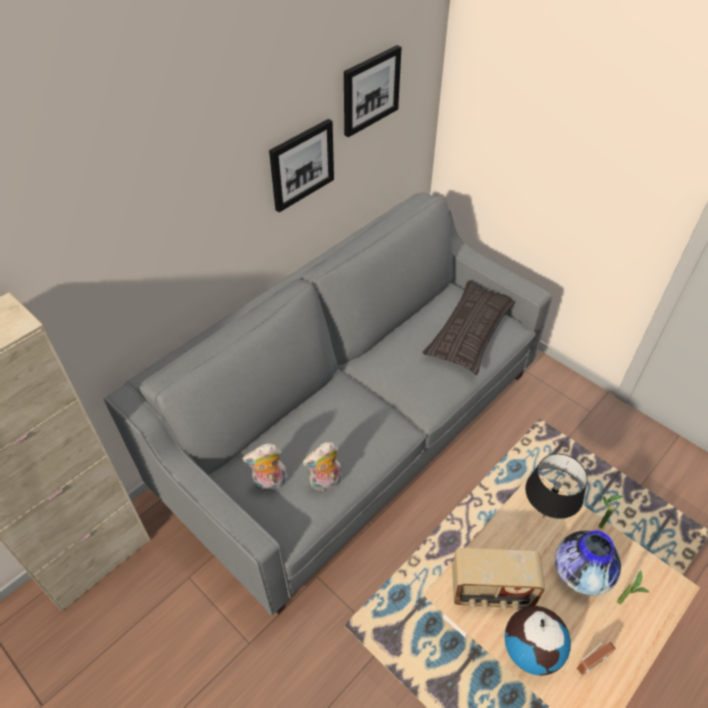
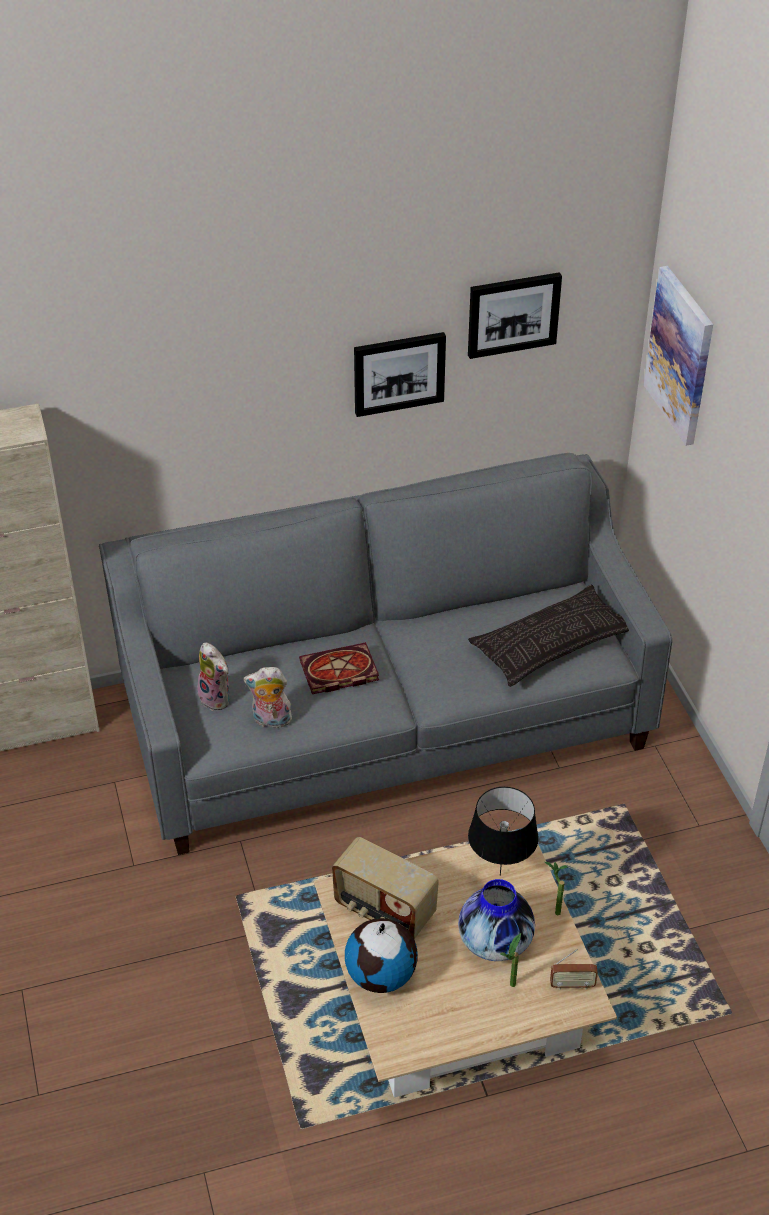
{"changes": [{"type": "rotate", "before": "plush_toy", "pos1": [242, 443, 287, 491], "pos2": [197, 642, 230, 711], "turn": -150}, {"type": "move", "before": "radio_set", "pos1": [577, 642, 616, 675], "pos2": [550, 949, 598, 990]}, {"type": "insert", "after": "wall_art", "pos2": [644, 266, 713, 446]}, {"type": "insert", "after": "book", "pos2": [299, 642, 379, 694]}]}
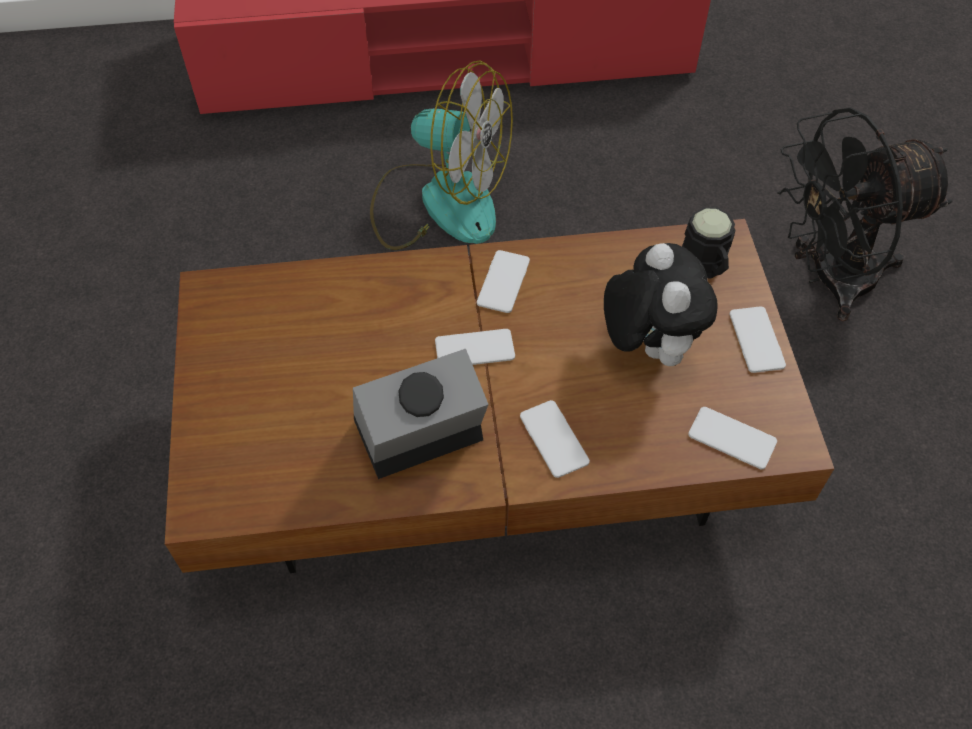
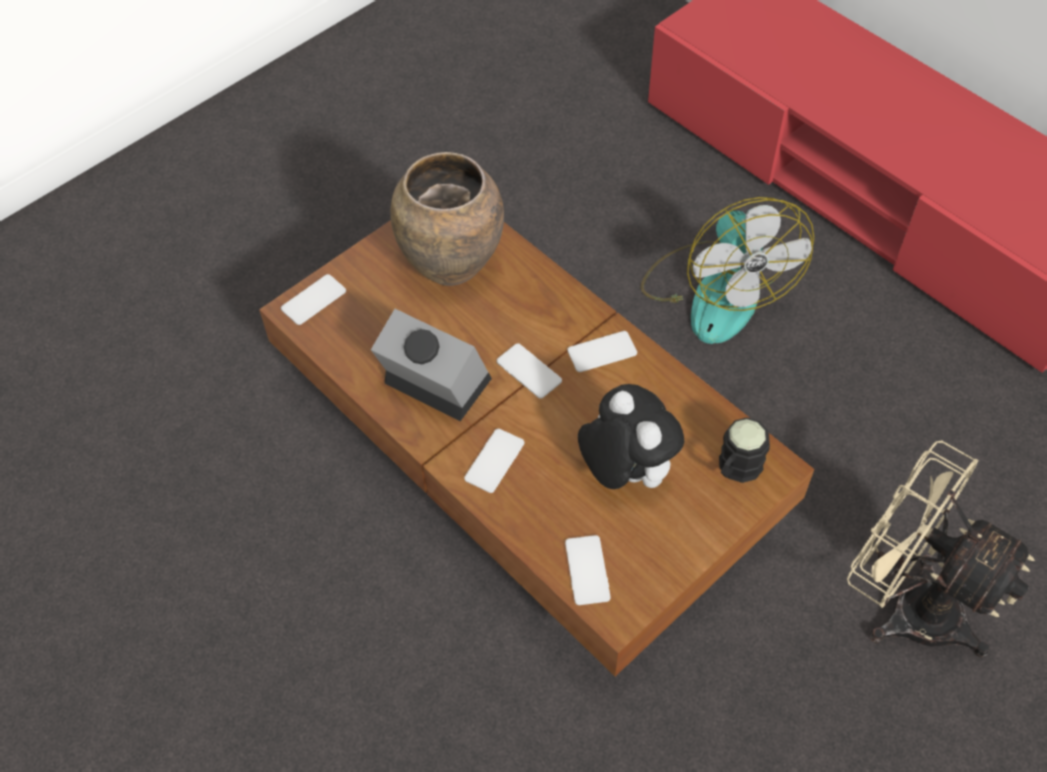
{"changes": [{"type": "recolor", "before": "blackish_cooling_fan", "after": "beige_cooling_fan", "pos1": [777, 108, 952, 321], "pos2": [847, 441, 1035, 657]}, {"type": "rotate", "before": "plush_toy", "pos1": [604, 243, 718, 366], "pos2": [578, 384, 684, 489], "turn": -75}, {"type": "move", "before": "handset", "pos1": [729, 306, 786, 373], "pos2": [281, 274, 346, 325]}, {"type": "insert", "after": "brown-coloured_decorative_vase", "pos2": [390, 152, 504, 286]}]}
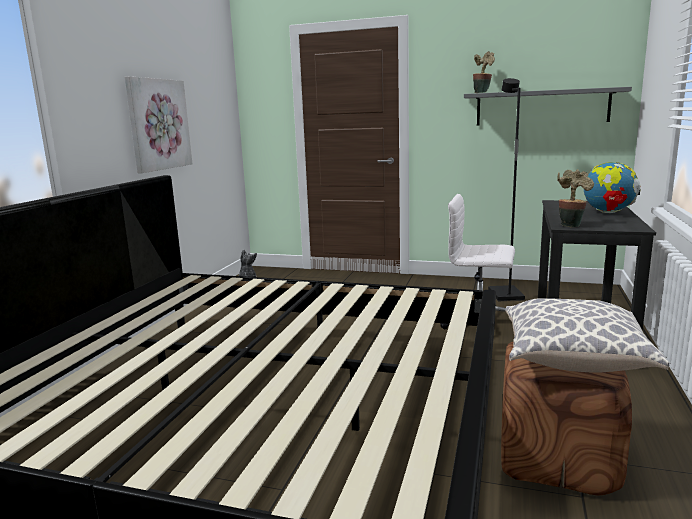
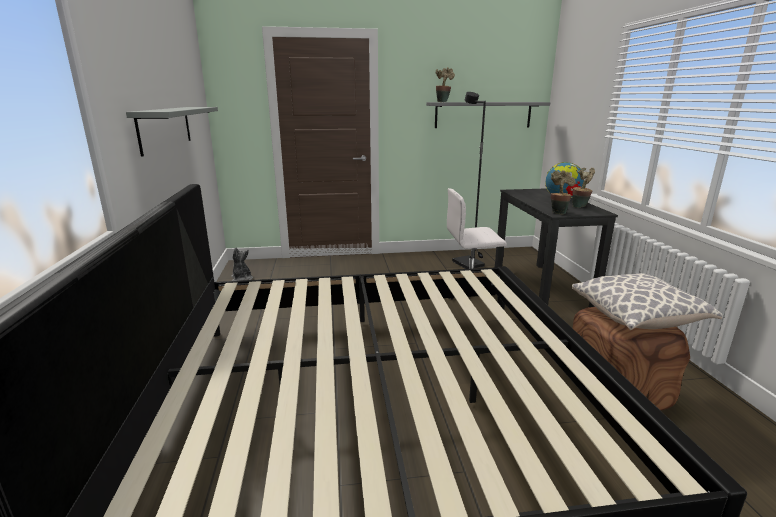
{"changes": [{"type": "replace", "before": "wall_art", "after": "greyish_bracket_shelf", "pos1": [125, 76, 192, 173], "pos2": [126, 107, 218, 157]}, {"type": "insert", "after": "houseplant", "pos2": [572, 168, 595, 208]}]}
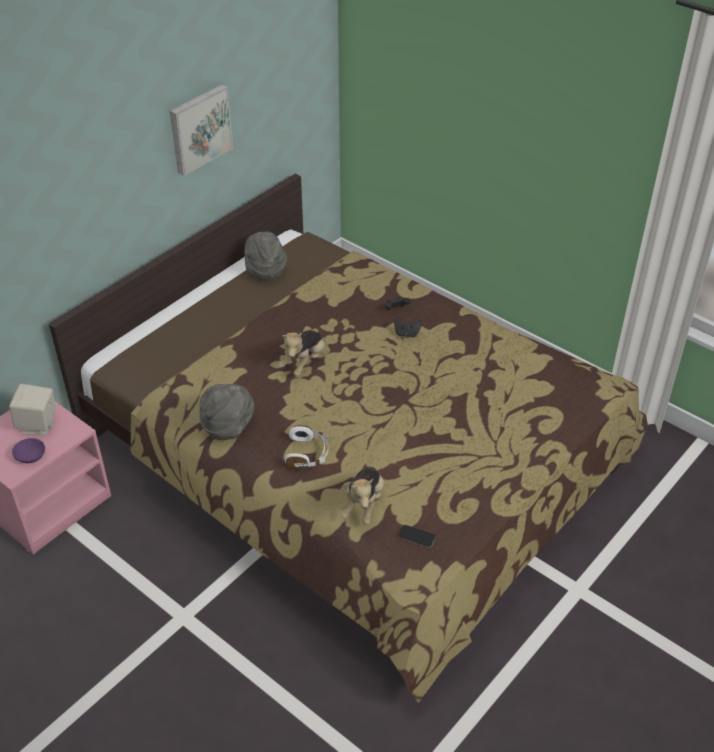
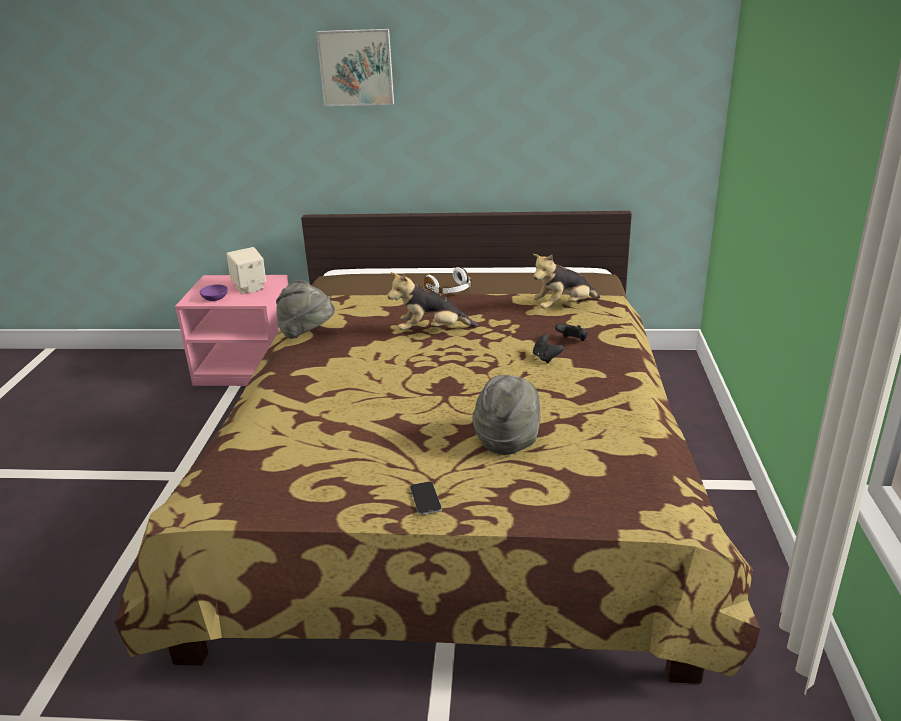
{"changes": [{"type": "move", "before": "wall_art", "pos1": [170, 84, 233, 176], "pos2": [316, 29, 394, 106]}, {"type": "move", "before": "greyish_hat", "pos1": [245, 231, 287, 282], "pos2": [472, 375, 541, 455]}, {"type": "move", "before": "white_pair_of_headphones", "pos1": [285, 425, 328, 470], "pos2": [424, 267, 472, 294]}, {"type": "move", "before": "plush_toy", "pos1": [341, 467, 384, 525], "pos2": [533, 254, 600, 309]}, {"type": "move", "before": "handset", "pos1": [398, 525, 436, 548], "pos2": [410, 482, 442, 515]}]}
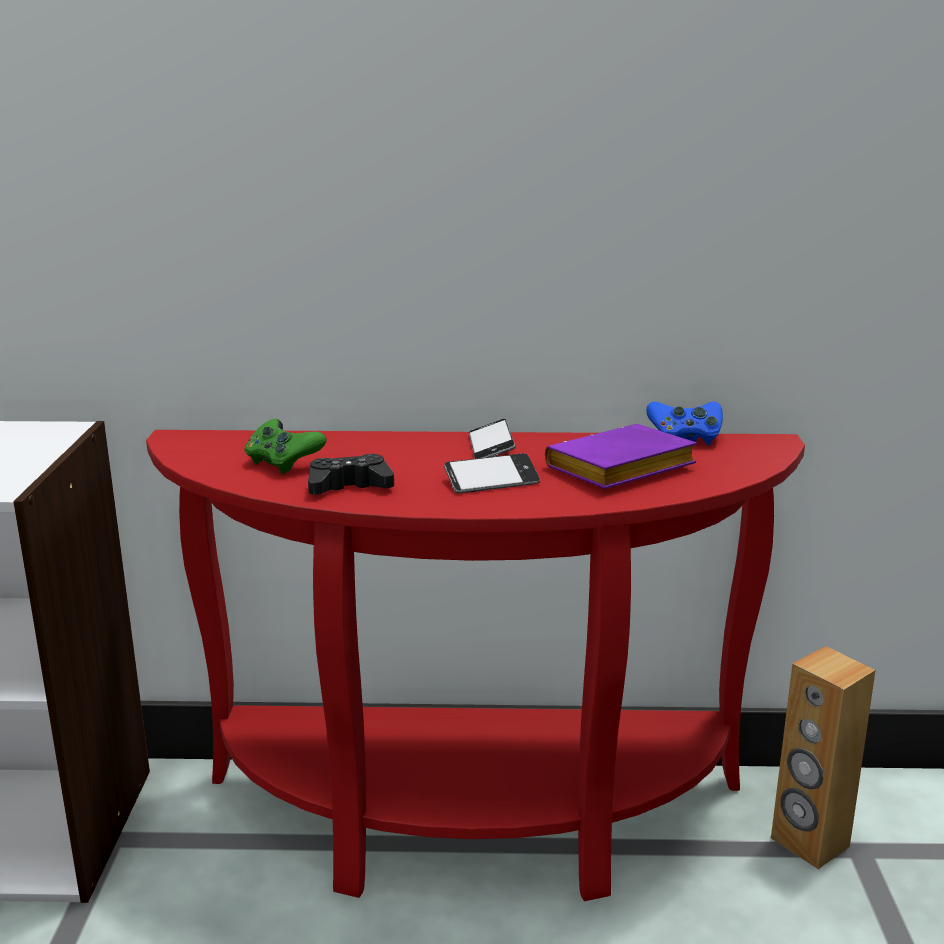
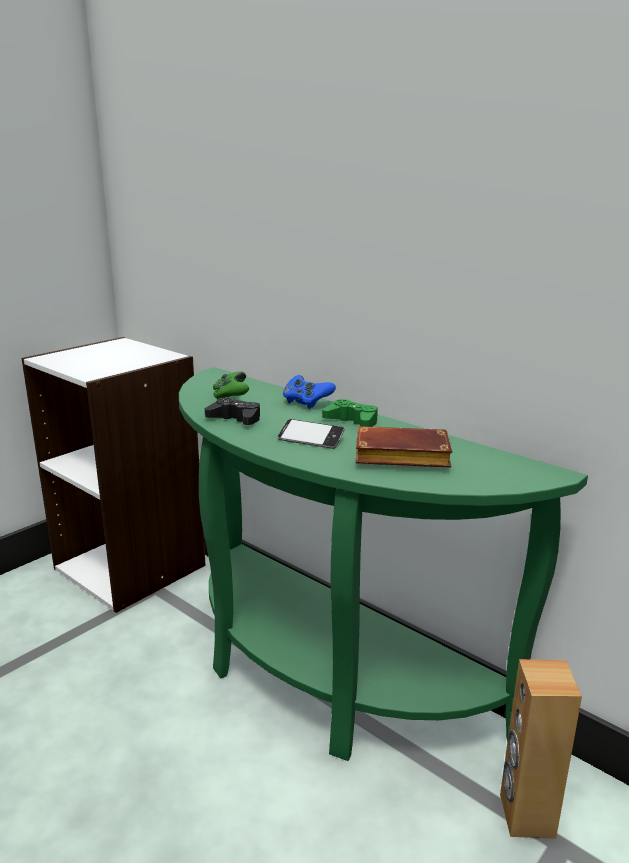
{"changes": [{"type": "move", "before": "blue_joypad", "pos1": [646, 401, 723, 445], "pos2": [283, 375, 336, 409]}, {"type": "replace", "before": "handset", "after": "green_joypad", "pos1": [469, 419, 516, 459], "pos2": [322, 399, 378, 427]}, {"type": "recolor", "before": "purple_book", "after": "brown-coloured_book", "pos1": [545, 424, 697, 489], "pos2": [355, 426, 453, 468]}, {"type": "recolor", "before": "red_console_table", "after": "green_console_table", "pos1": [146, 430, 805, 901], "pos2": [179, 367, 588, 761]}]}
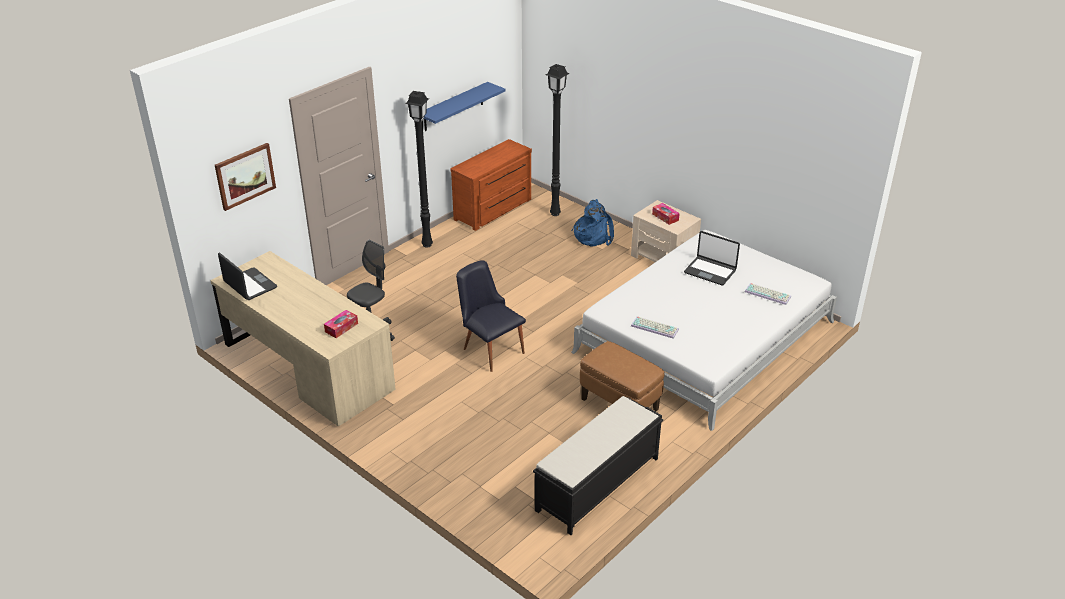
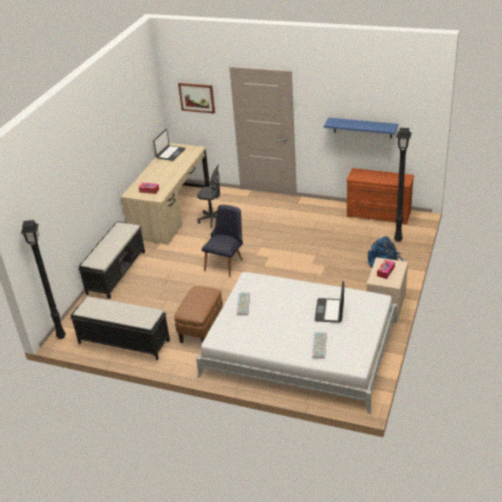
{"changes": [{"type": "move", "before": "blackish_floor_lamp", "pos1": [405, 91, 433, 248], "pos2": [21, 220, 66, 339]}, {"type": "insert", "after": "blackish_indoor_bench", "pos2": [78, 221, 145, 299]}]}
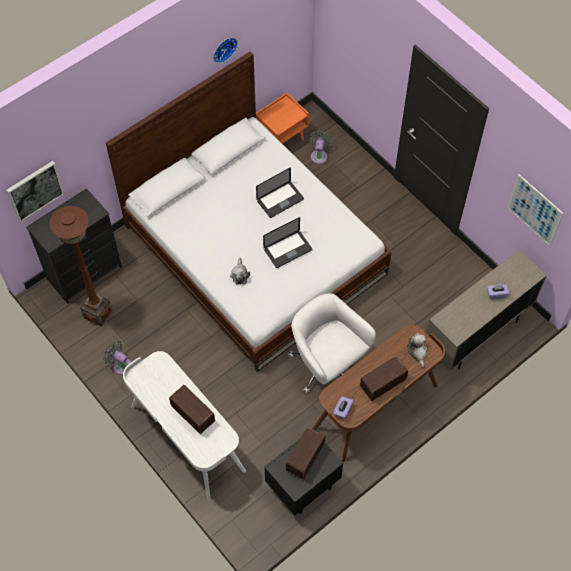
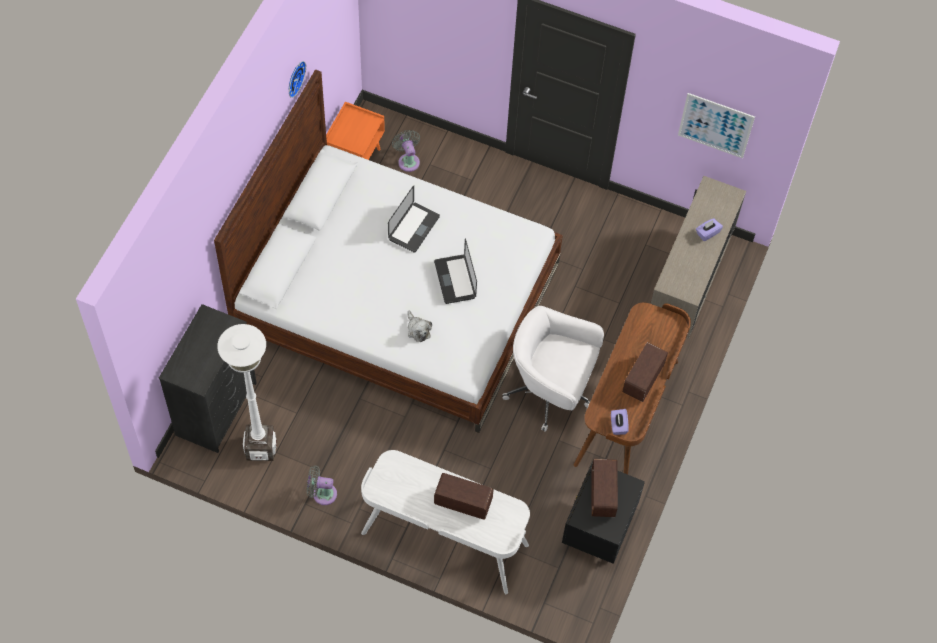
{"changes": [{"type": "delete", "before": "wall_art", "pos1": [6, 161, 64, 222]}, {"type": "recolor", "before": "brown-coloured_floor_lamp", "after": "white_floor_lamp", "pos1": [49, 206, 112, 326], "pos2": [217, 324, 277, 461]}, {"type": "rotate", "before": "laptop", "pos1": [263, 217, 312, 268], "pos2": [434, 239, 477, 304], "turn": 135}, {"type": "delete", "before": "plush_toy", "pos1": [407, 333, 427, 368]}]}
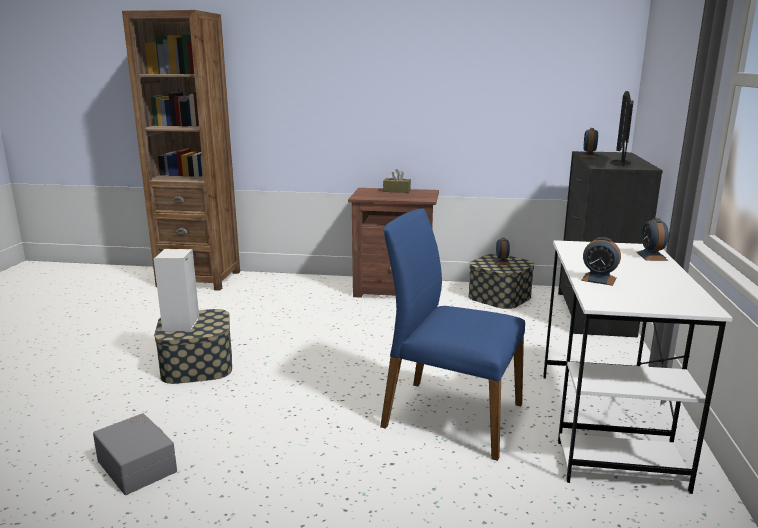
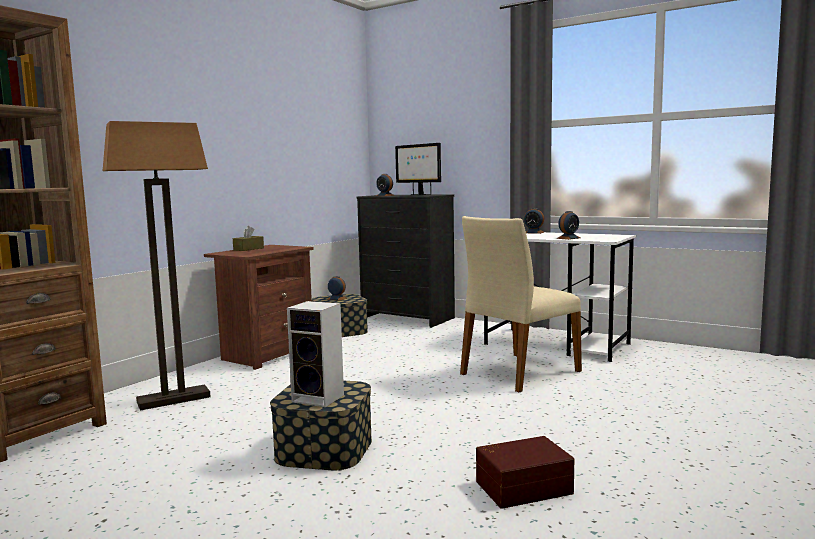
{"changes": [{"type": "recolor", "before": "blue_upright_chair", "after": "beige_upright_chair", "pos1": [380, 209, 525, 461], "pos2": [460, 216, 582, 392]}, {"type": "recolor", "before": "greyish_storage_container", "after": "brown-coloured_storage_container", "pos1": [93, 413, 177, 495], "pos2": [476, 436, 574, 509]}, {"type": "insert", "after": "floor_lamp", "pos2": [103, 121, 211, 410]}]}
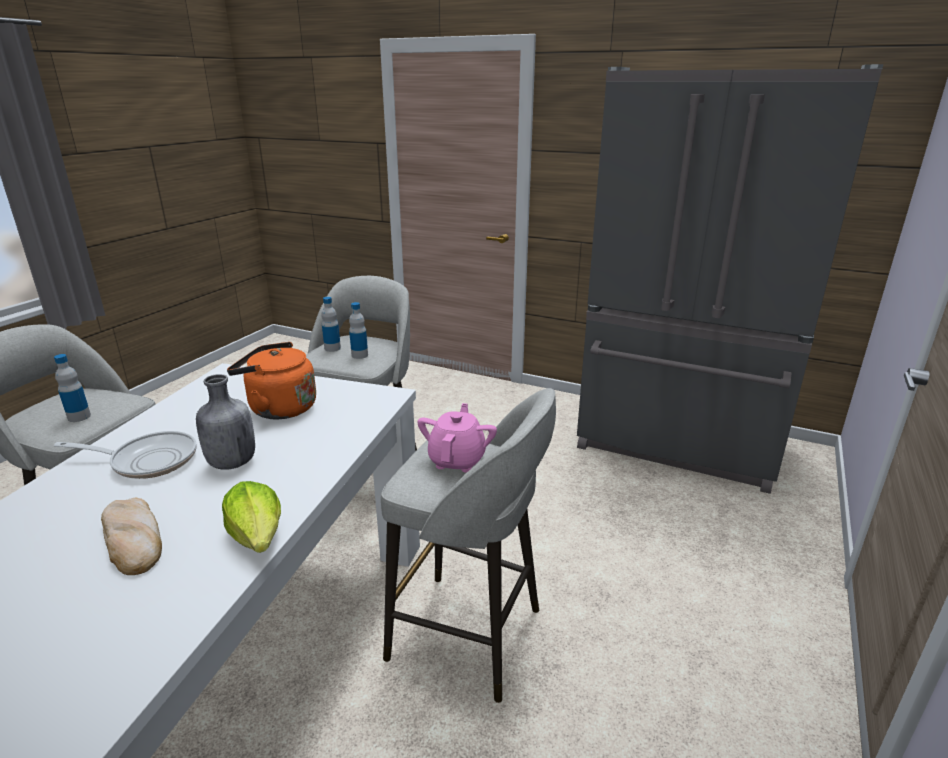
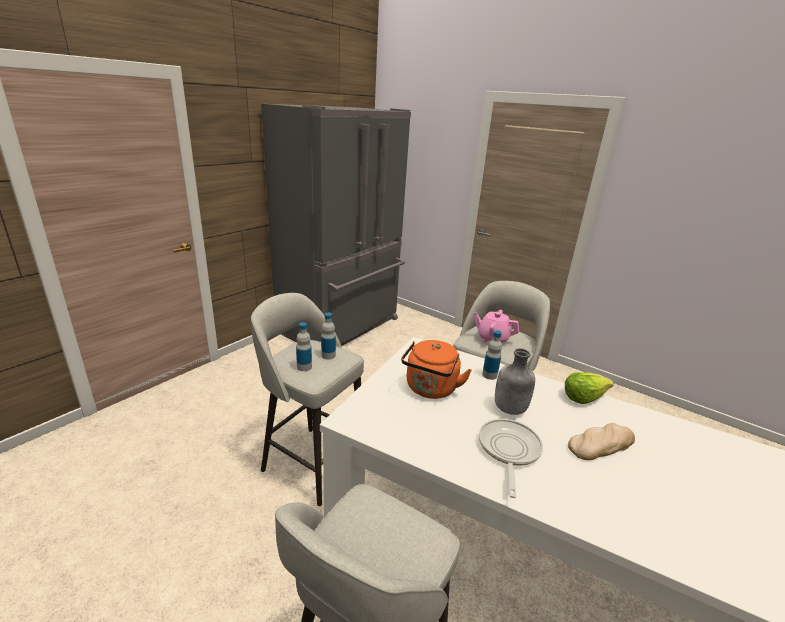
{"changes": [{"type": "move", "before": "drink_bottle", "pos1": [54, 354, 91, 422], "pos2": [482, 330, 502, 380]}]}
